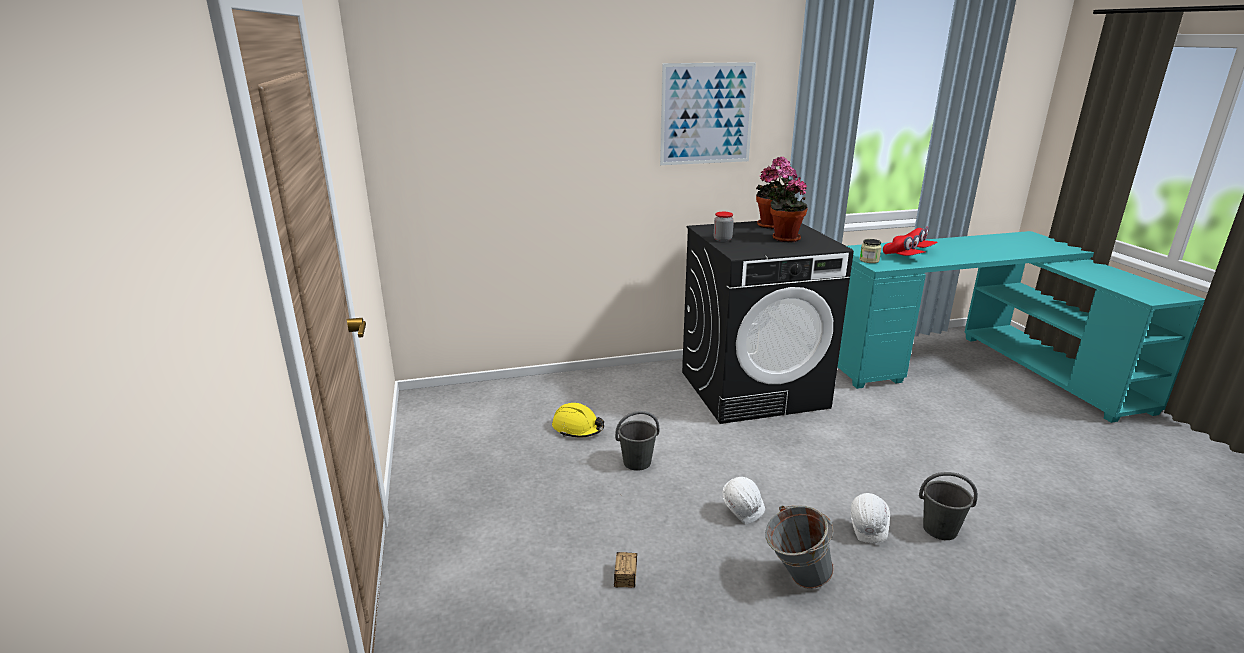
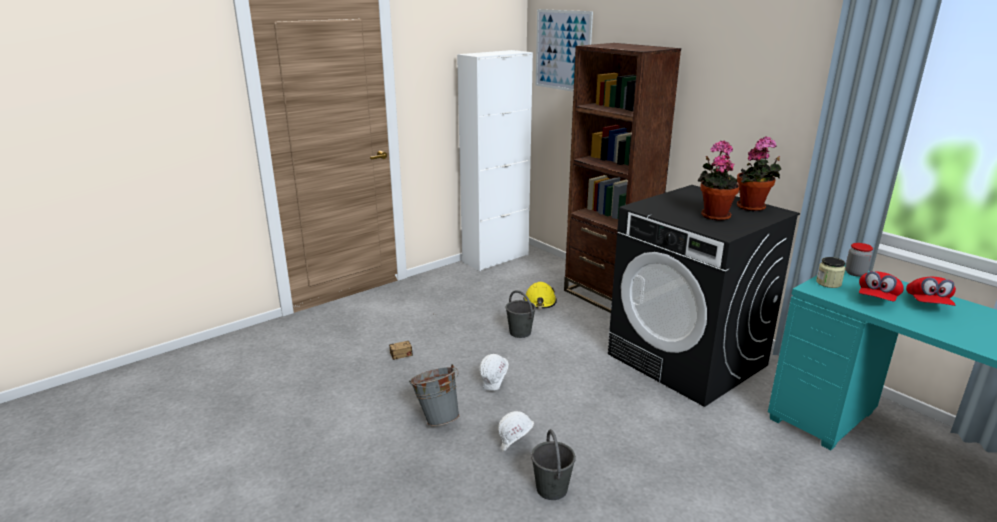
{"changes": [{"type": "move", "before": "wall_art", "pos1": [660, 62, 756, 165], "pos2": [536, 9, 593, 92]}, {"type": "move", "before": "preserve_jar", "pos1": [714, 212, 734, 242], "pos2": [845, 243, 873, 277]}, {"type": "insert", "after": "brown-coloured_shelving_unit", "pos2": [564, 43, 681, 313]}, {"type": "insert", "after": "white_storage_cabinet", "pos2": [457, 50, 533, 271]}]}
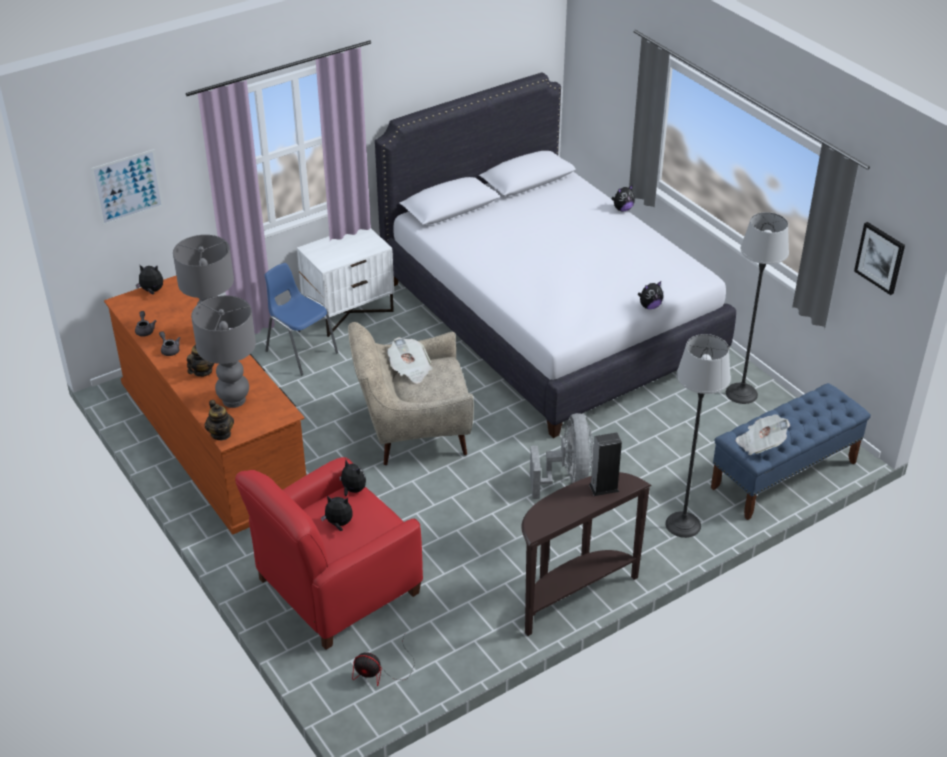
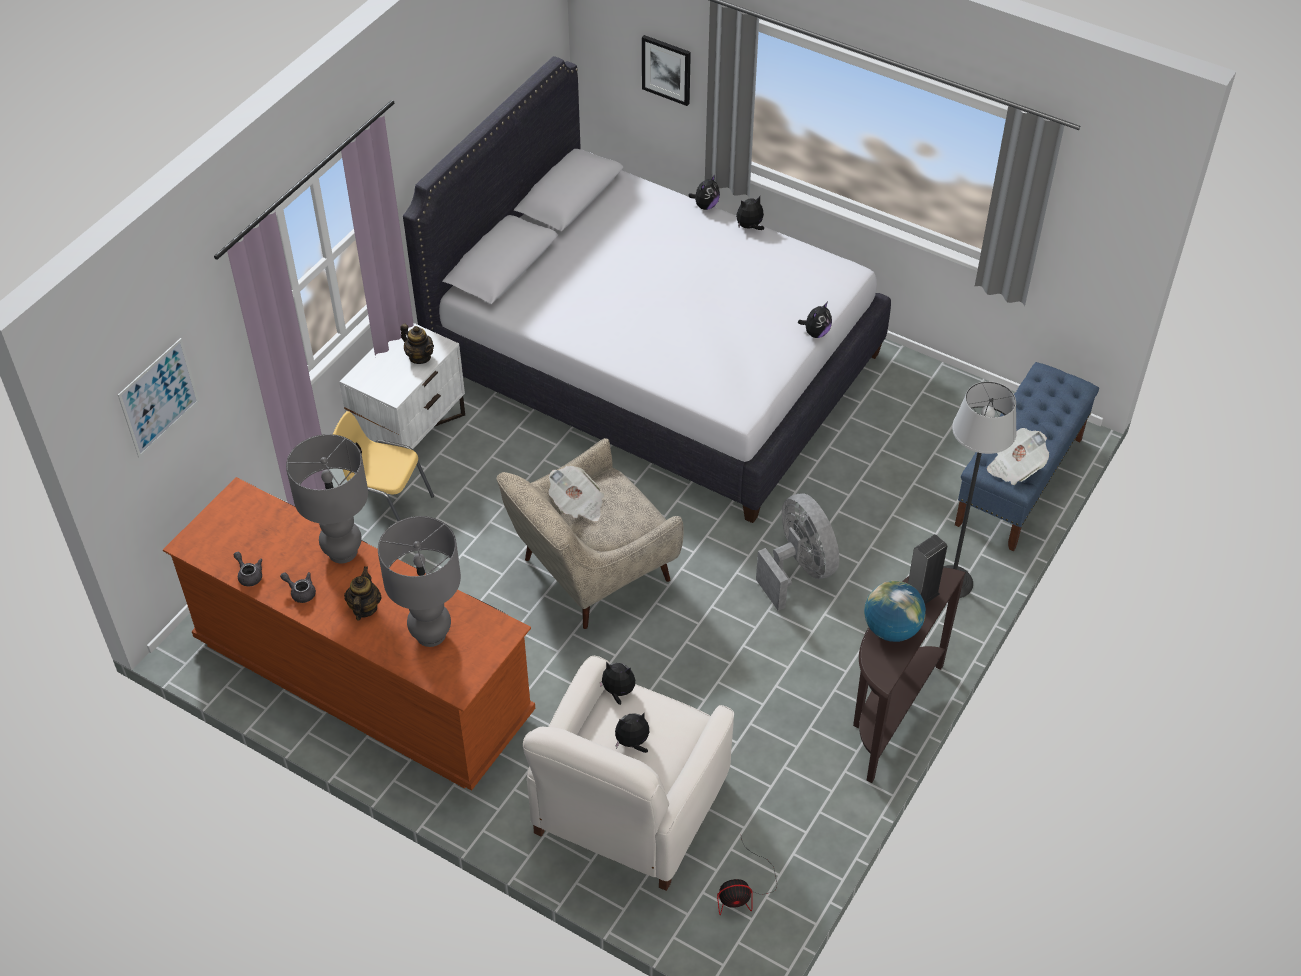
{"changes": [{"type": "delete", "before": "floor_lamp", "pos1": [726, 212, 789, 404]}, {"type": "move", "before": "wall_art", "pos1": [854, 222, 905, 295], "pos2": [642, 35, 691, 106]}, {"type": "recolor", "before": "blue_upright_chair", "after": "yellowish_upright_chair", "pos1": [265, 263, 338, 376], "pos2": [333, 411, 434, 521]}, {"type": "move", "before": "plush_toy", "pos1": [136, 265, 163, 295], "pos2": [736, 196, 764, 230]}, {"type": "move", "before": "teapot", "pos1": [205, 400, 234, 440], "pos2": [400, 324, 434, 364]}, {"type": "recolor", "before": "red_armchair", "after": "white_armchair", "pos1": [235, 457, 423, 650], "pos2": [523, 656, 734, 891]}, {"type": "insert", "after": "world_globe", "pos2": [864, 581, 926, 642]}]}
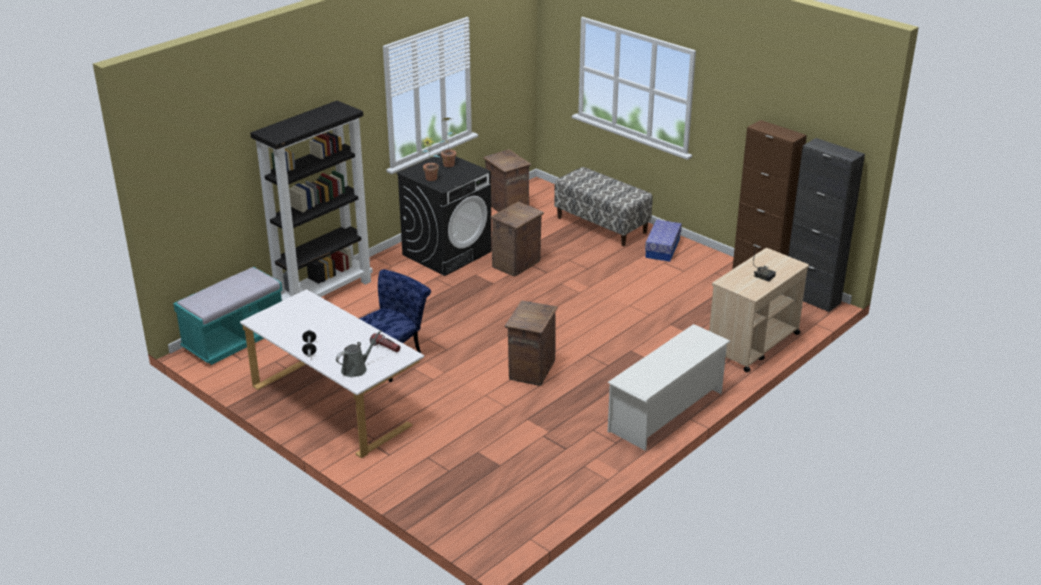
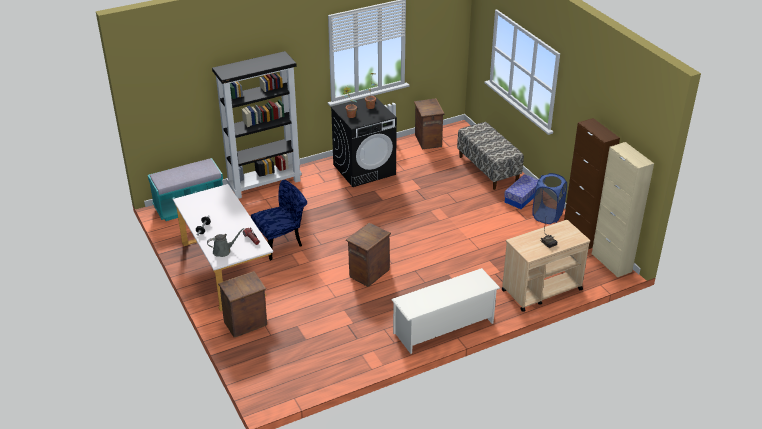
{"changes": [{"type": "recolor", "before": "blackish_storage_cabinet", "after": "beige_storage_cabinet", "pos1": [788, 138, 865, 312], "pos2": [592, 142, 654, 277]}, {"type": "move", "before": "shipping_crate", "pos1": [490, 202, 544, 277], "pos2": [218, 271, 267, 338]}, {"type": "insert", "after": "blue_laundry_basket", "pos2": [532, 173, 567, 224]}]}
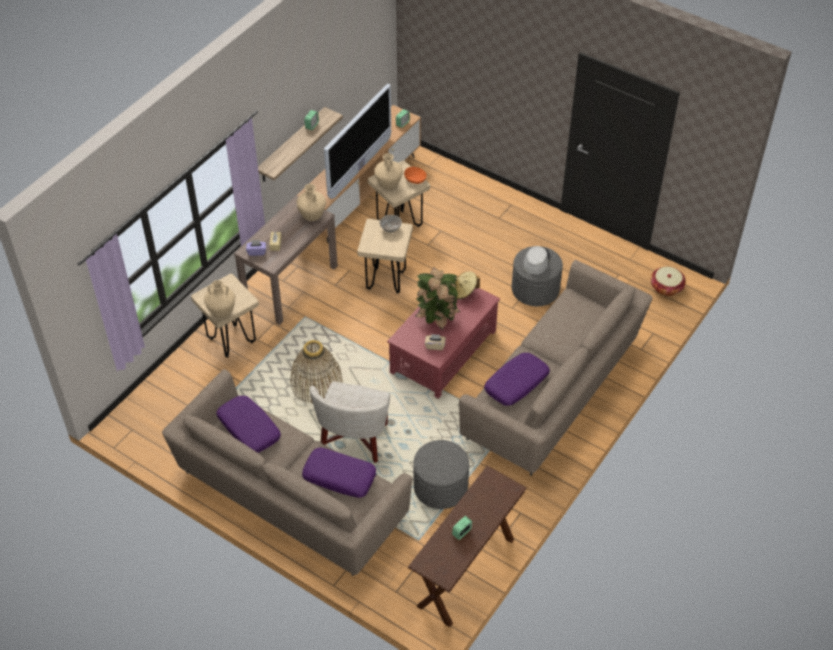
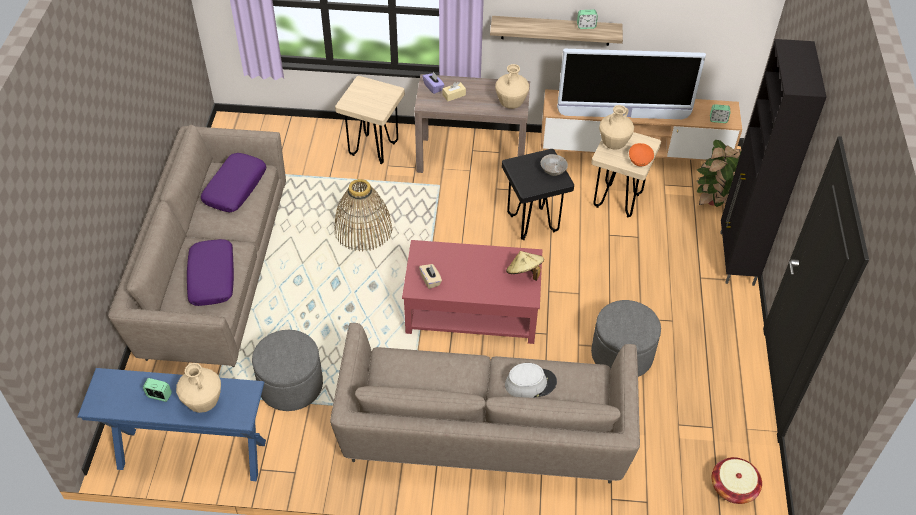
{"changes": [{"type": "recolor", "before": "beige_sitting_stool", "after": "blackish_sitting_stool", "pos1": [357, 219, 413, 294], "pos2": [502, 149, 574, 240]}, {"type": "move", "before": "greyish_hat", "pos1": [523, 246, 550, 275], "pos2": [505, 363, 557, 398]}, {"type": "move", "before": "houseplant", "pos1": [415, 268, 461, 330], "pos2": [697, 140, 741, 207]}, {"type": "move", "before": "beige_decorative_vase", "pos1": [204, 280, 235, 318], "pos2": [176, 363, 221, 413]}, {"type": "delete", "before": "purple_pillow", "pos1": [484, 353, 550, 406]}, {"type": "delete", "before": "white_armchair", "pos1": [310, 381, 390, 463]}, {"type": "recolor", "before": "brown-coloured_console_table", "after": "blue_console_table", "pos1": [408, 466, 527, 627], "pos2": [77, 368, 266, 481]}, {"type": "insert", "after": "blackish_storage_cabinet", "pos2": [720, 39, 827, 286]}]}
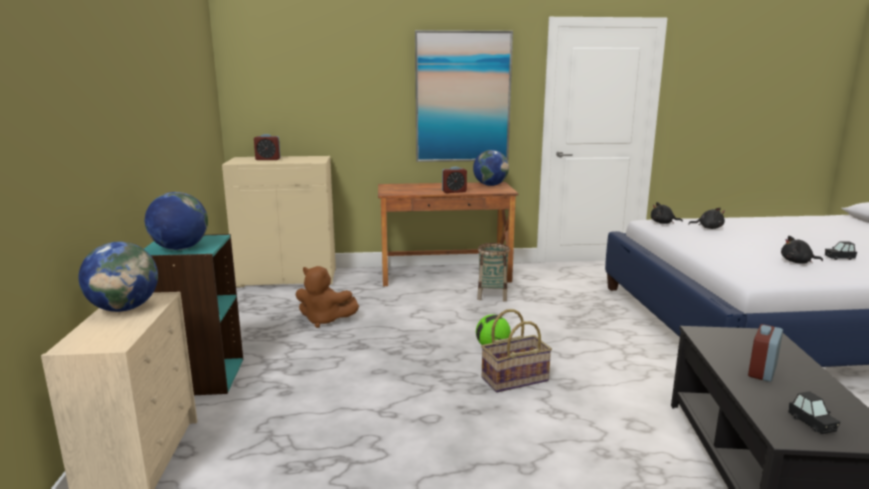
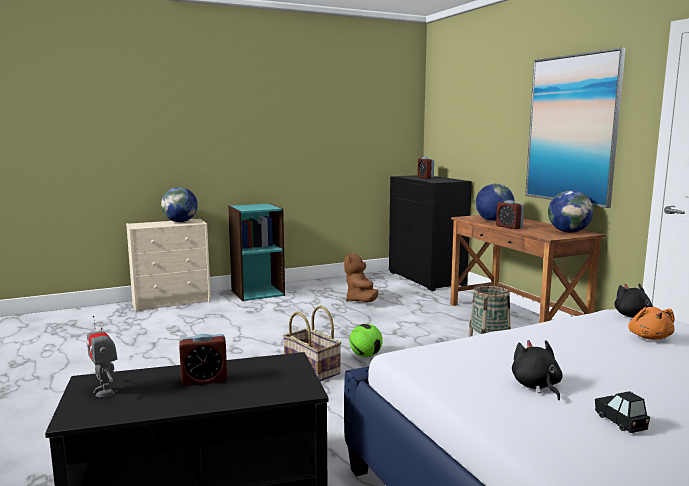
{"changes": [{"type": "recolor", "before": "beige_storage_cabinet", "after": "blackish_storage_cabinet", "pos1": [222, 156, 336, 288], "pos2": [389, 175, 472, 291]}, {"type": "move", "before": "world_globe", "pos1": [145, 192, 208, 250], "pos2": [476, 184, 515, 221]}, {"type": "recolor", "before": "blackish_plush_toy", "after": "orangey_plush_toy", "pos1": [688, 208, 725, 229], "pos2": [628, 307, 675, 340]}, {"type": "rotate", "before": "bedside_clock", "pos1": [748, 324, 783, 382], "pos2": [179, 334, 227, 386], "turn": 150}, {"type": "replace", "before": "blackish_miniature_car", "after": "model_robot", "pos1": [789, 391, 840, 434], "pos2": [86, 316, 118, 397]}]}
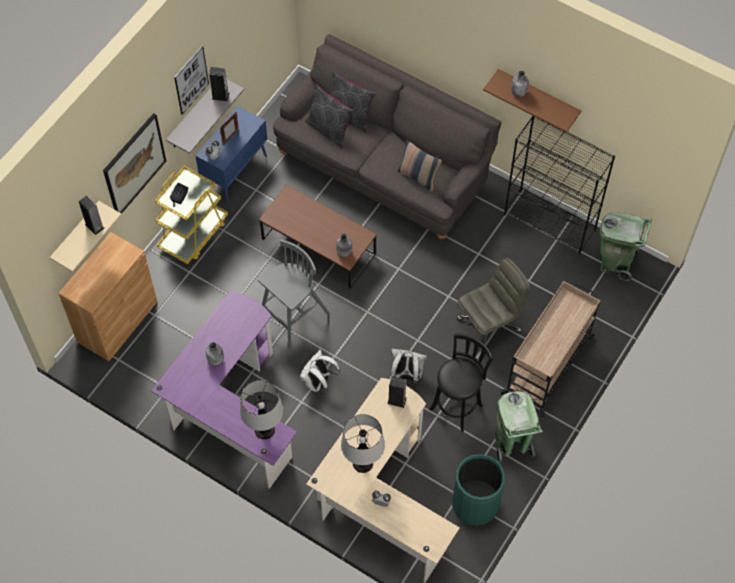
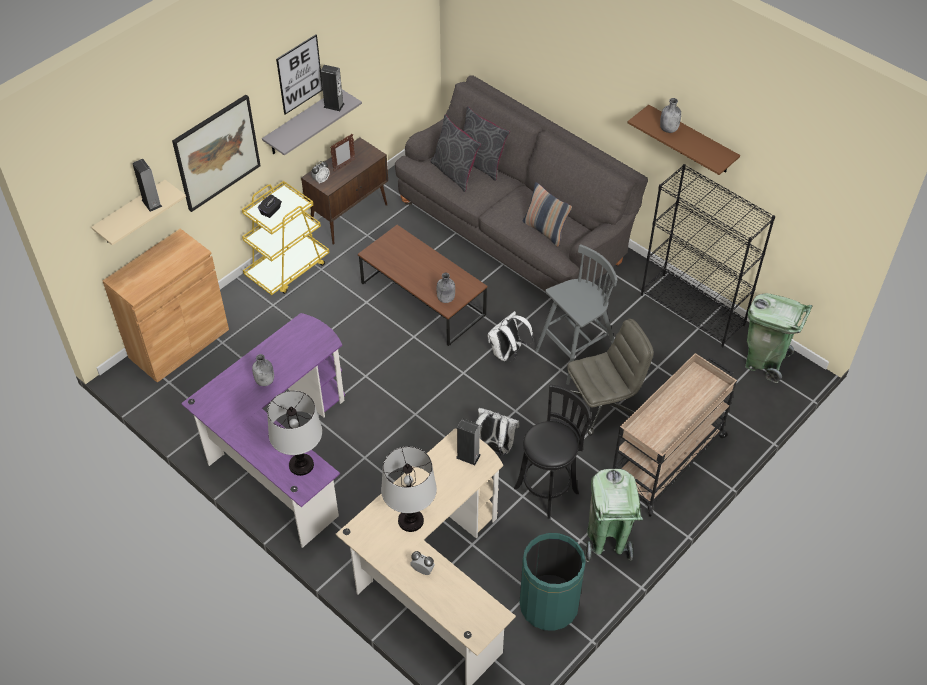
{"changes": [{"type": "recolor", "before": "blue_storage_cabinet", "after": "brown-coloured_storage_cabinet", "pos1": [195, 106, 267, 204], "pos2": [301, 138, 388, 245]}, {"type": "move", "before": "greyish_sitting_stool", "pos1": [258, 240, 330, 349], "pos2": [535, 244, 617, 385]}, {"type": "move", "before": "white_backpack", "pos1": [300, 349, 340, 394], "pos2": [487, 311, 533, 361]}]}
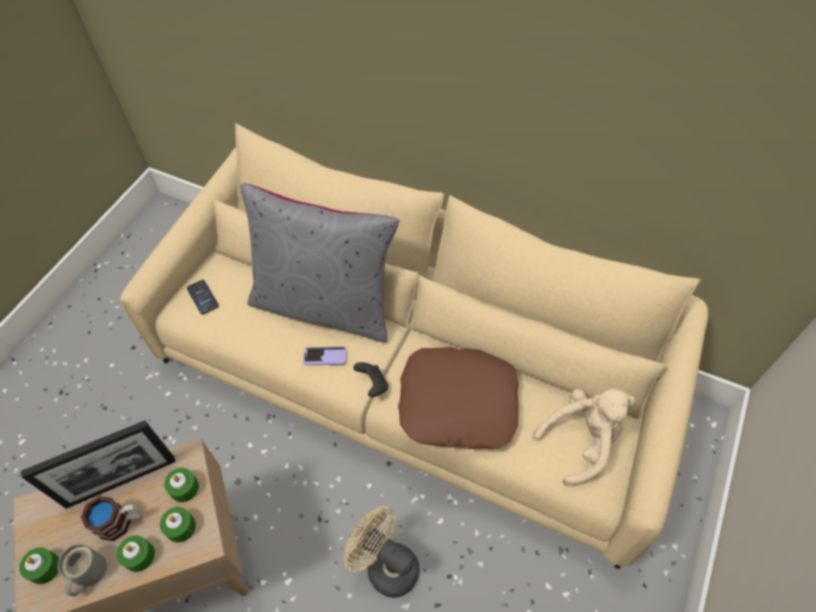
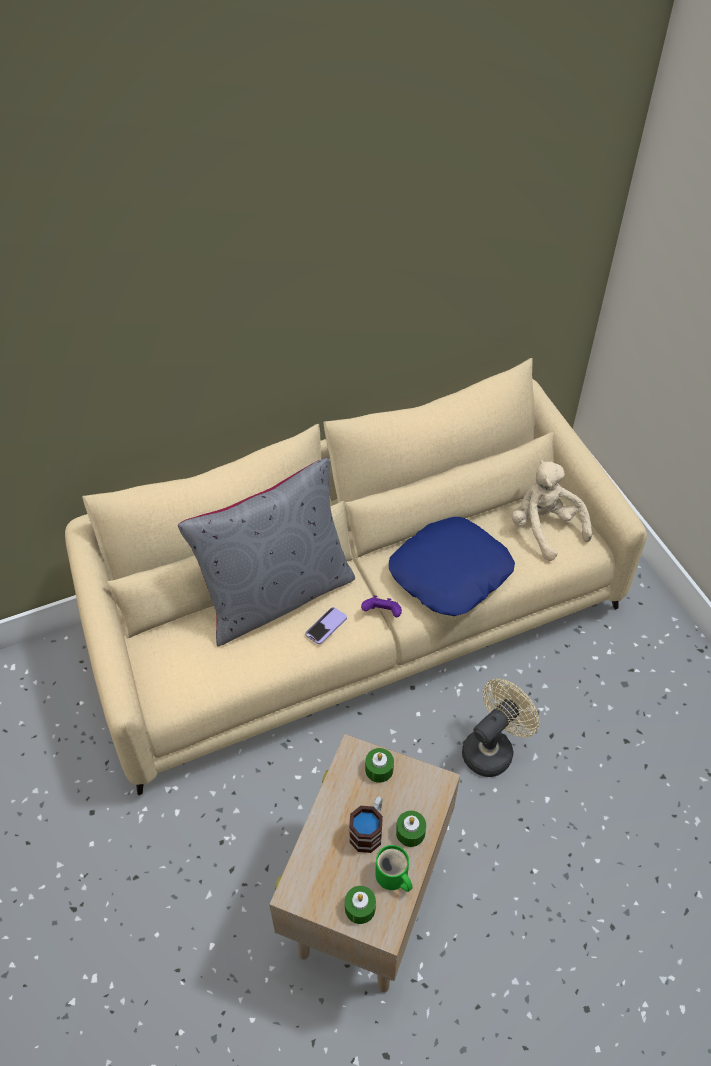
{"changes": [{"type": "delete", "before": "handset", "pos1": [187, 280, 219, 315]}, {"type": "recolor", "before": "brown-coloured_pillow", "after": "blue_pillow", "pos1": [398, 347, 519, 449], "pos2": [389, 517, 515, 616]}, {"type": "recolor", "before": "blackish_joypad", "after": "purple_joypad", "pos1": [353, 362, 389, 397], "pos2": [361, 595, 402, 617]}, {"type": "rotate", "before": "beige_plush_toy", "pos1": [532, 389, 635, 486], "pos2": [511, 460, 592, 561], "turn": -45}, {"type": "delete", "before": "photo_frame", "pos1": [21, 420, 176, 509]}, {"type": "rotate", "before": "beige_cooling_fan", "pos1": [344, 506, 419, 598], "pos2": [462, 679, 540, 777], "turn": 150}, {"type": "delete", "before": "green_wax_light", "pos1": [160, 507, 196, 543]}, {"type": "recolor", "before": "greyish_mug", "after": "green_mug", "pos1": [58, 544, 107, 596], "pos2": [375, 845, 412, 892]}]}
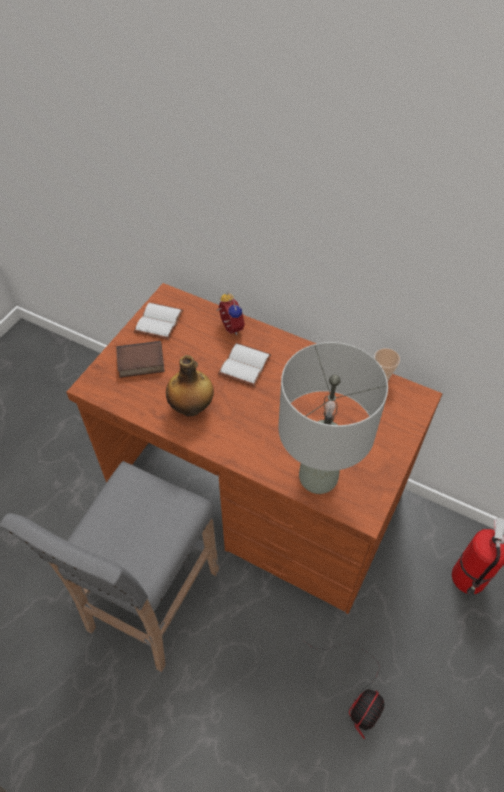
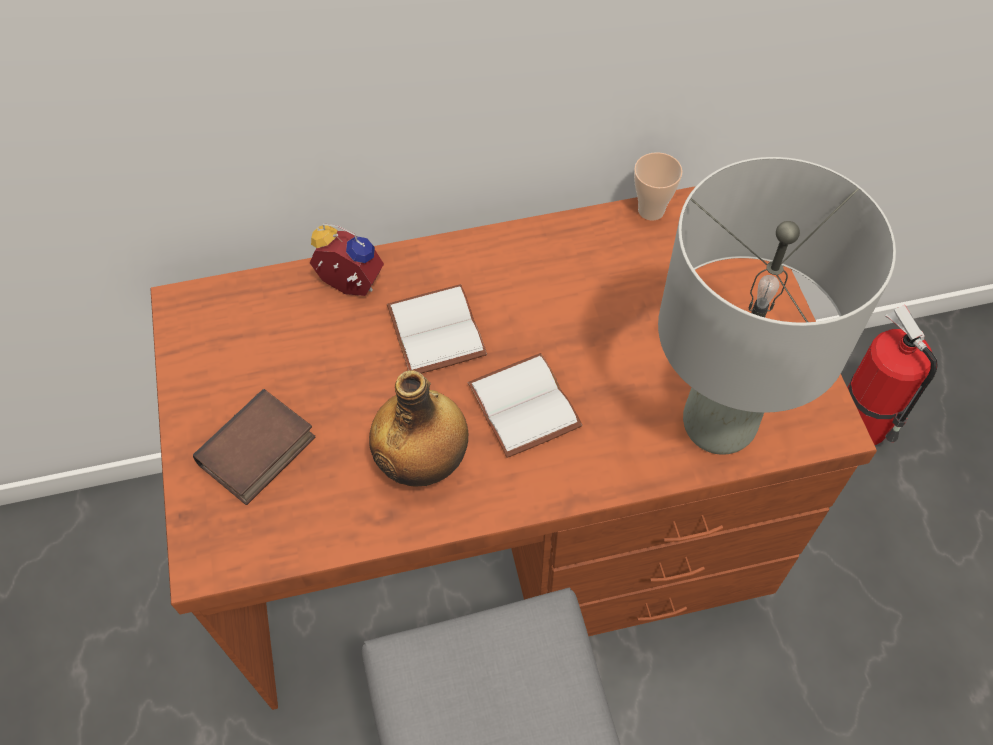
{"changes": [{"type": "move", "before": "white_book", "pos1": [134, 302, 183, 340], "pos2": [468, 353, 582, 458]}, {"type": "delete", "before": "cooling_fan", "pos1": [304, 641, 384, 739]}]}
